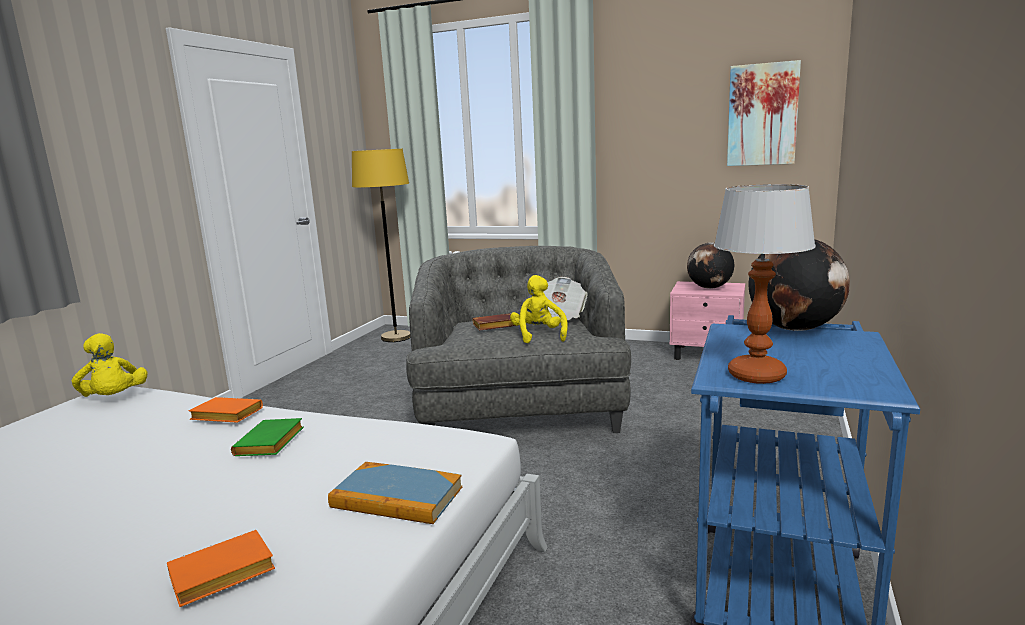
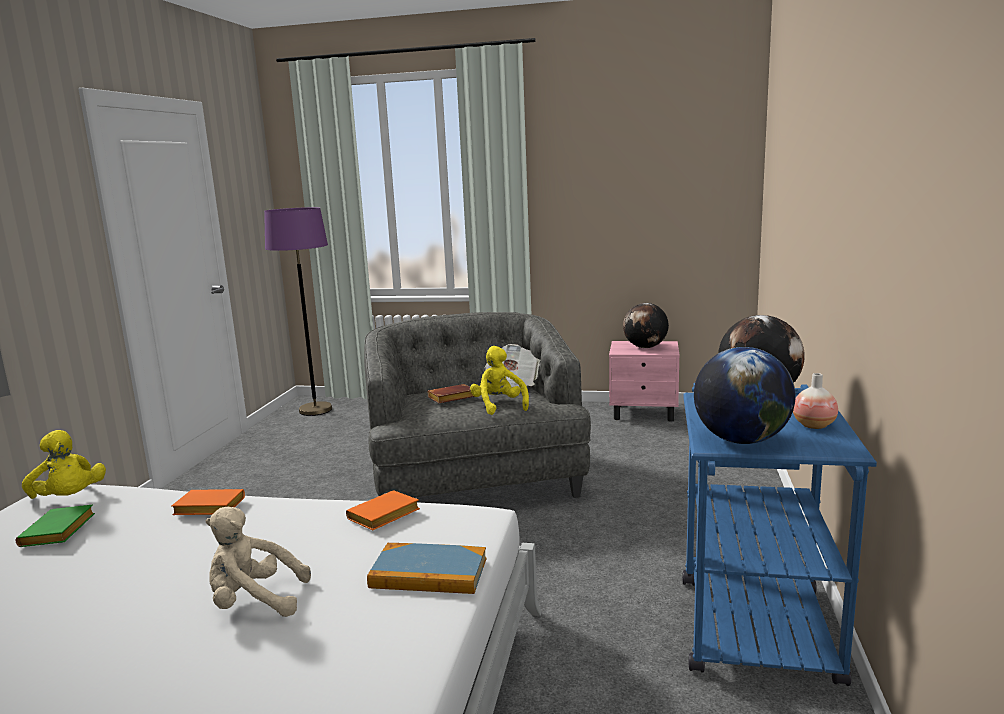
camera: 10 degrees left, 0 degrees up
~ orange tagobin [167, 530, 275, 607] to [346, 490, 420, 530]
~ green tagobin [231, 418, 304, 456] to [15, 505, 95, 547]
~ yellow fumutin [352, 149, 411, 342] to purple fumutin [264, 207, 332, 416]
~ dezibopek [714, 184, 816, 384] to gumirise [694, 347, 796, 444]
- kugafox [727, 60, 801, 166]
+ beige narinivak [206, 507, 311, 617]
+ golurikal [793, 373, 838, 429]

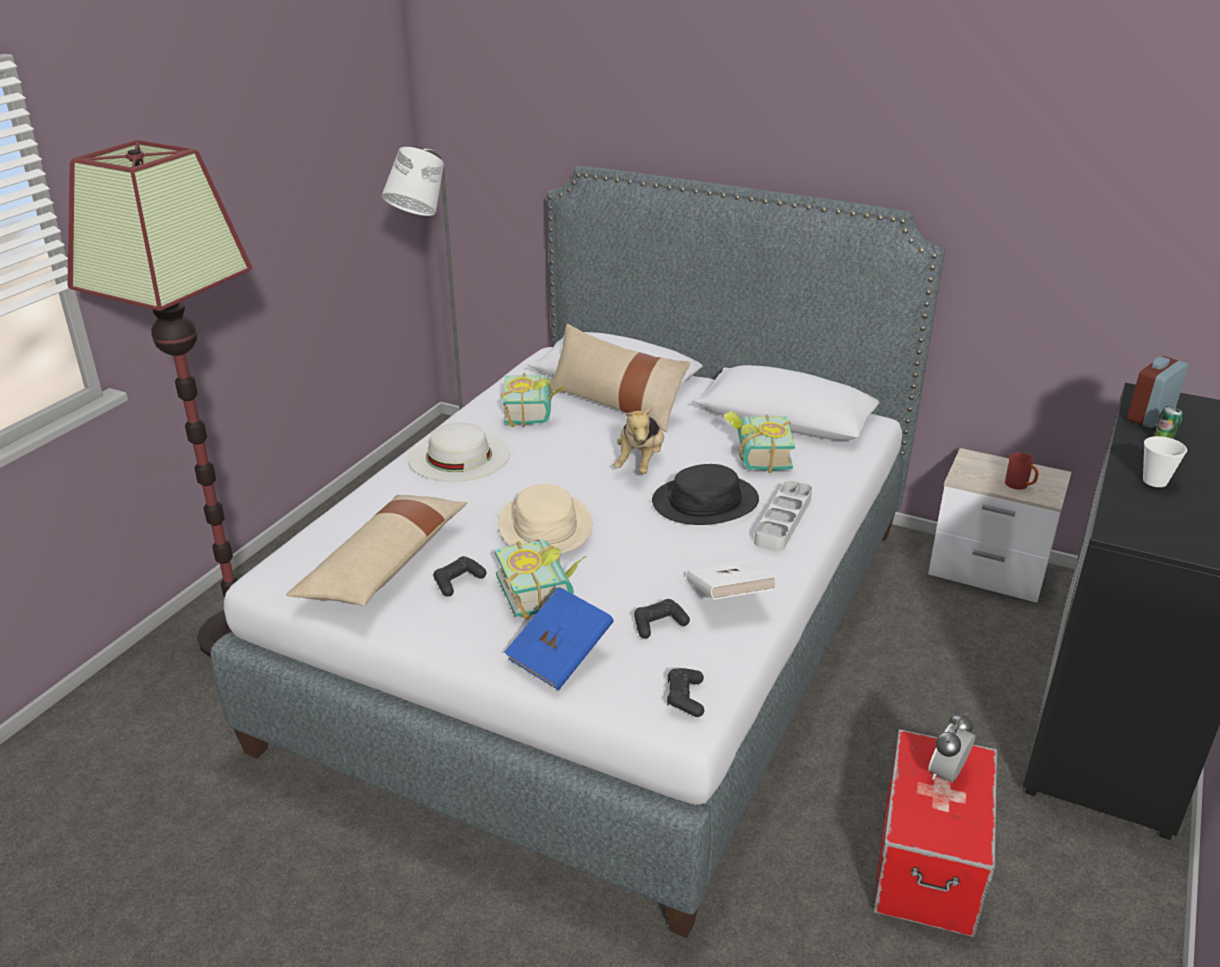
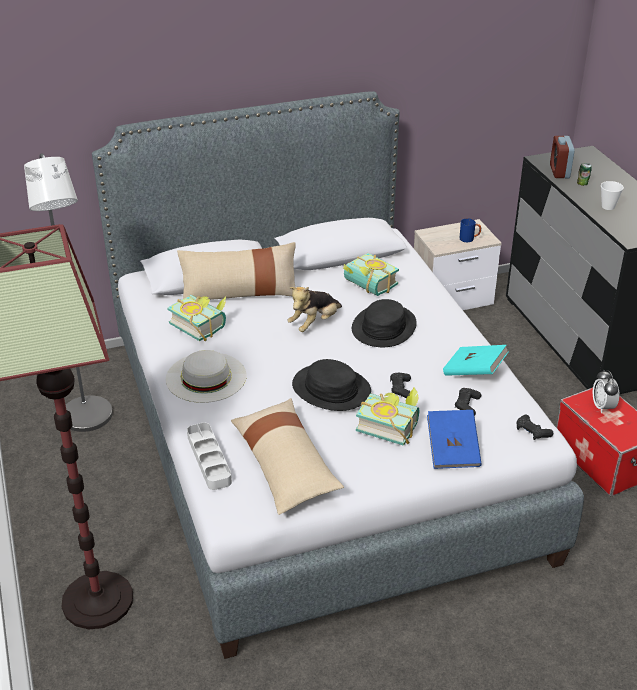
camera: 45 degrees left, 5 degrees up
~ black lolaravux [433, 556, 487, 597] to [390, 373, 411, 398]
~ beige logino [498, 484, 592, 554] to black logino [292, 359, 371, 411]
~ narinivak [614, 406, 664, 474] = [288, 287, 342, 332] 75 degrees clockwise
~ white tagobin [686, 561, 776, 600] to turquoise tagobin [443, 345, 509, 376]
~ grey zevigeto [754, 481, 812, 551] to [187, 423, 232, 490]
~ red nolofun [1005, 452, 1039, 490] to blue nolofun [460, 218, 481, 242]

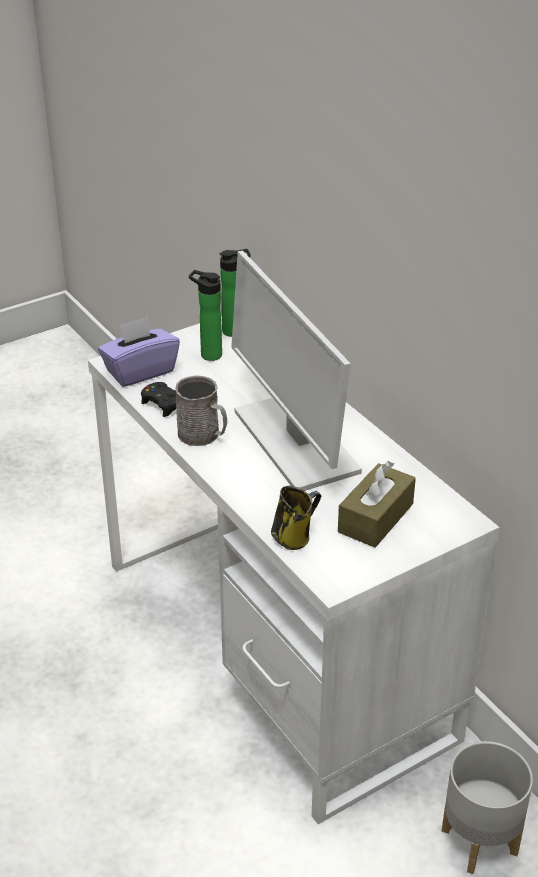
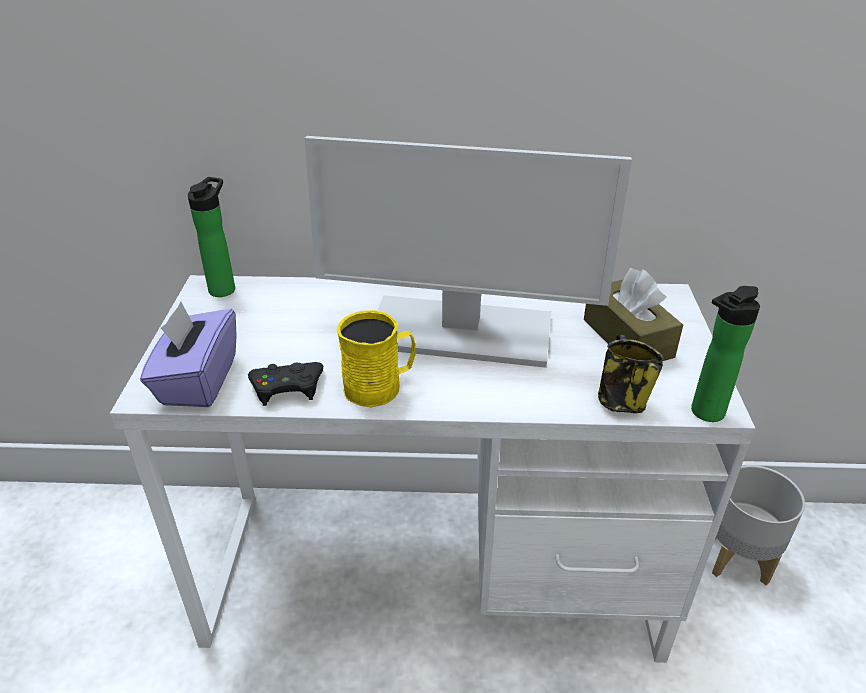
camera: 55 degrees left, 0 degrees up
~ grey nolofun [176, 375, 227, 446] to yellow nolofun [337, 310, 416, 408]
~ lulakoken [189, 270, 222, 361] to [691, 286, 760, 422]

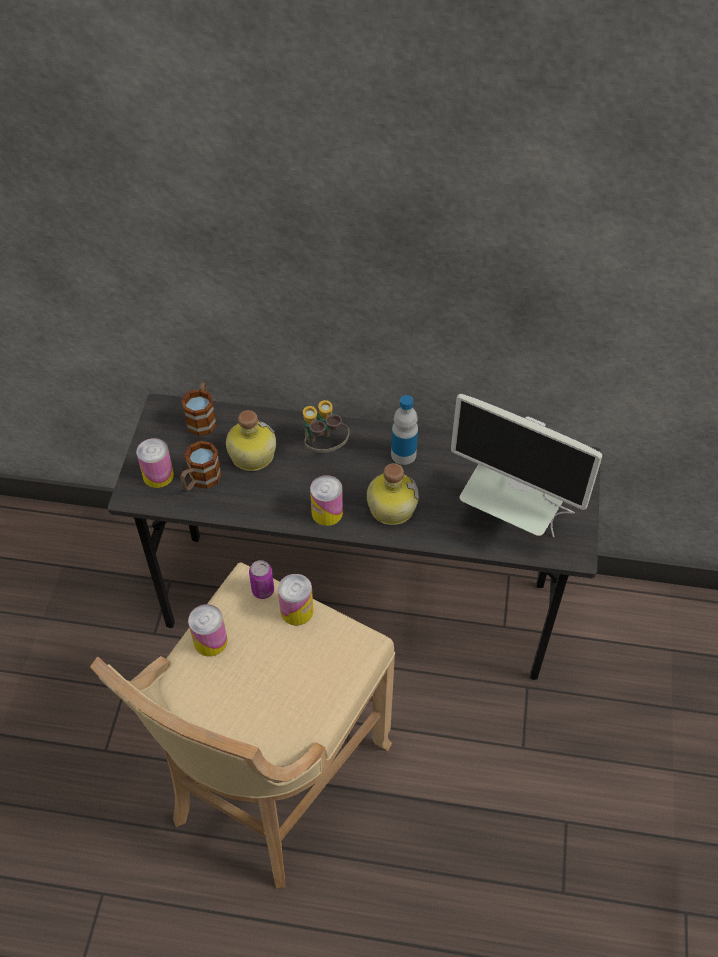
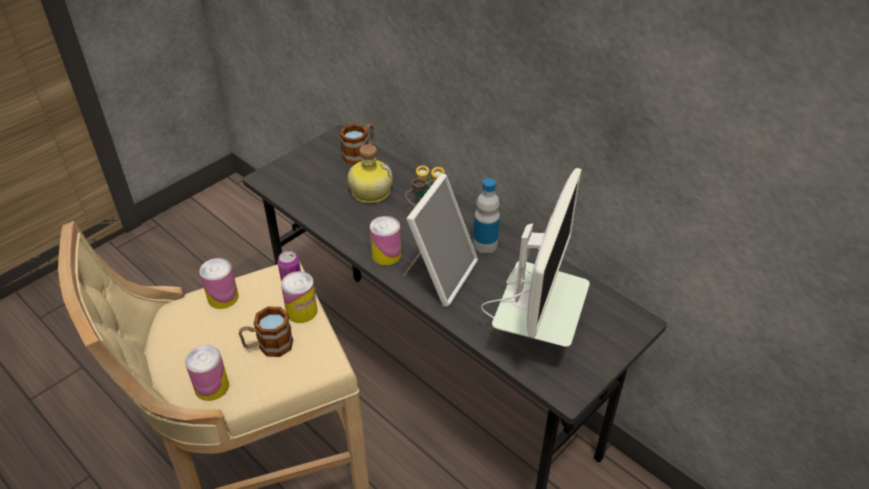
camera: 35 degrees right, 10 degrees down
~ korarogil [136, 438, 174, 488] to [185, 345, 229, 401]
~ nolofun [180, 441, 222, 491] to [239, 306, 293, 357]
~ lulakoken [367, 463, 419, 525] to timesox [403, 174, 478, 307]
~ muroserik [451, 394, 602, 537] = [481, 168, 590, 347] 135 degrees counterclockwise

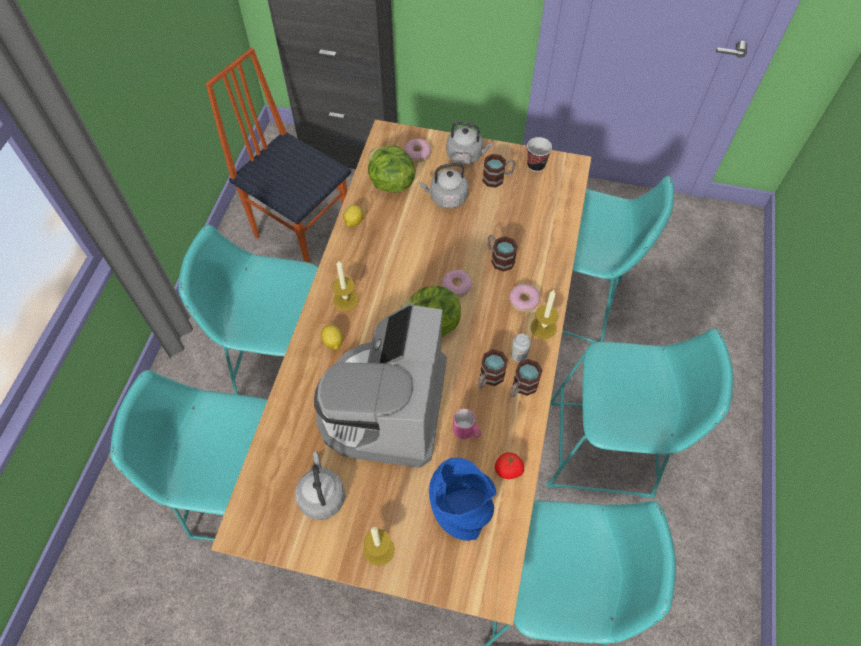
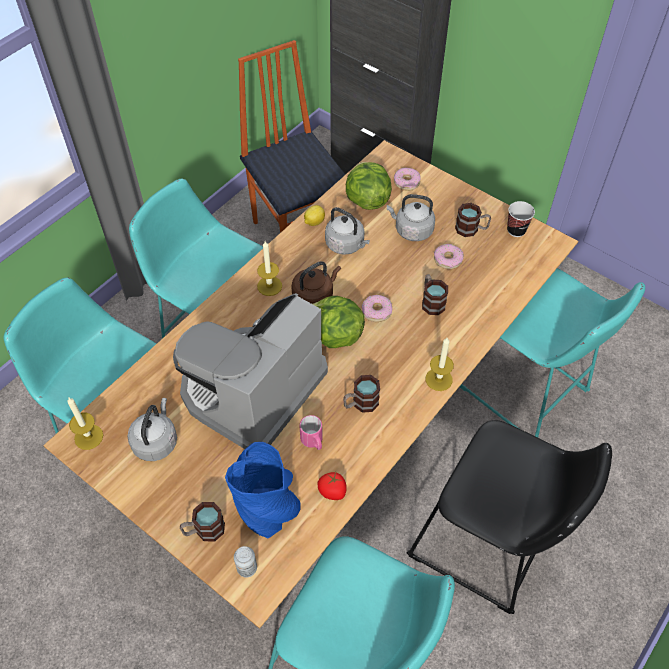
camera: 25 degrees right, 5 degrees down
- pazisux [321, 325, 343, 350]
~ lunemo [364, 527, 394, 566] to [67, 398, 103, 450]
~ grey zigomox [446, 122, 494, 165] to [325, 207, 370, 255]
~ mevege [510, 284, 540, 312] to [434, 244, 464, 269]
~ nolofun [510, 359, 543, 397] to [180, 502, 225, 541]
~ korarogil [511, 334, 531, 362] to [234, 546, 257, 578]
~ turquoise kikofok [546, 328, 733, 498] to black kikofok [407, 420, 612, 614]
+ brown zigomox [291, 261, 341, 304]

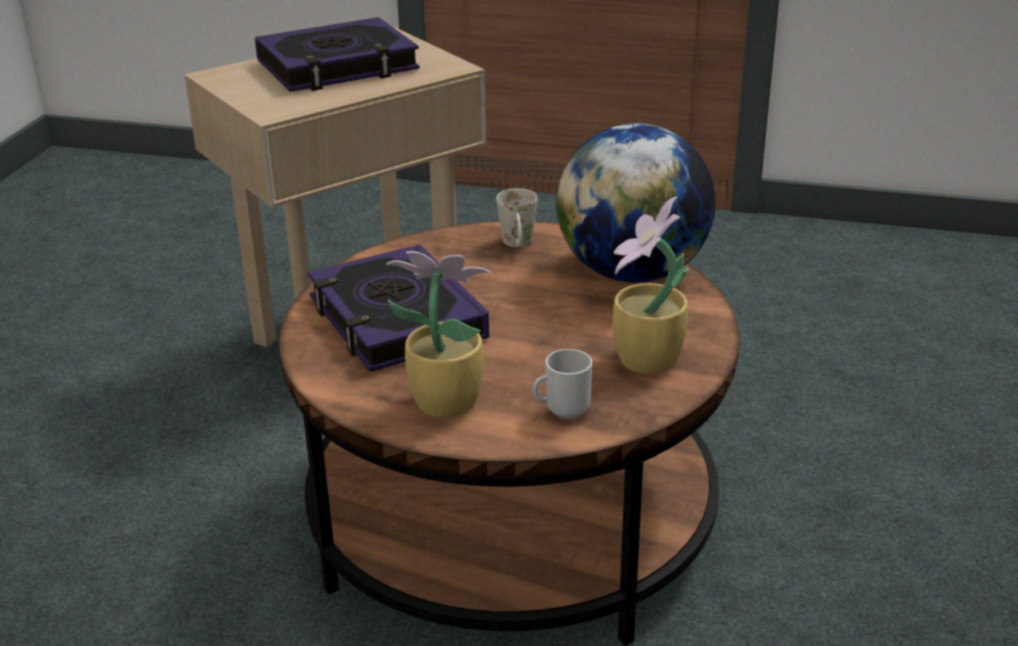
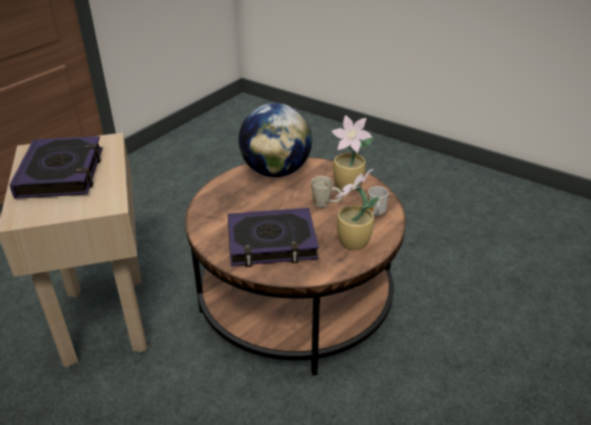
camera: 70 degrees left, 5 degrees up
~ white nolofun [496, 188, 537, 247] to [311, 176, 343, 207]

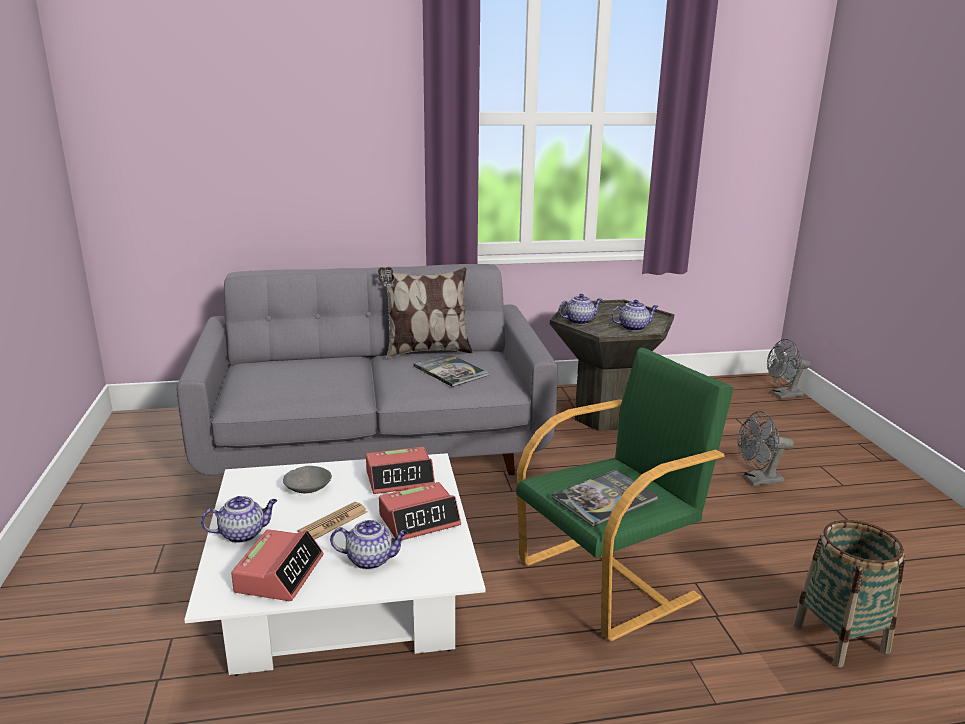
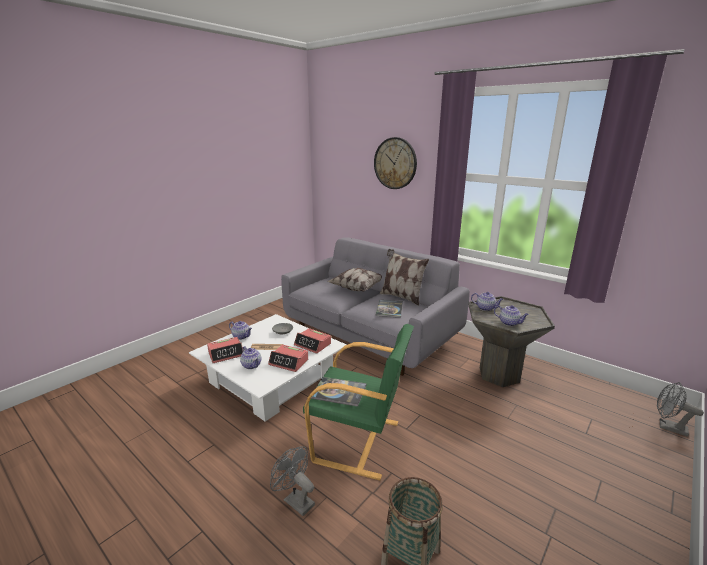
camera: 50 degrees right, 0 degrees up
~ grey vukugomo [738, 411, 794, 486] to [270, 446, 315, 516]
+ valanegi [327, 268, 382, 291]
+ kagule [374, 137, 417, 189]

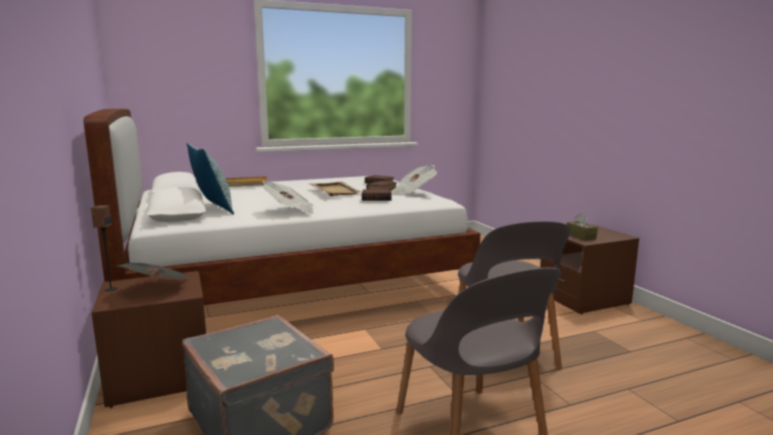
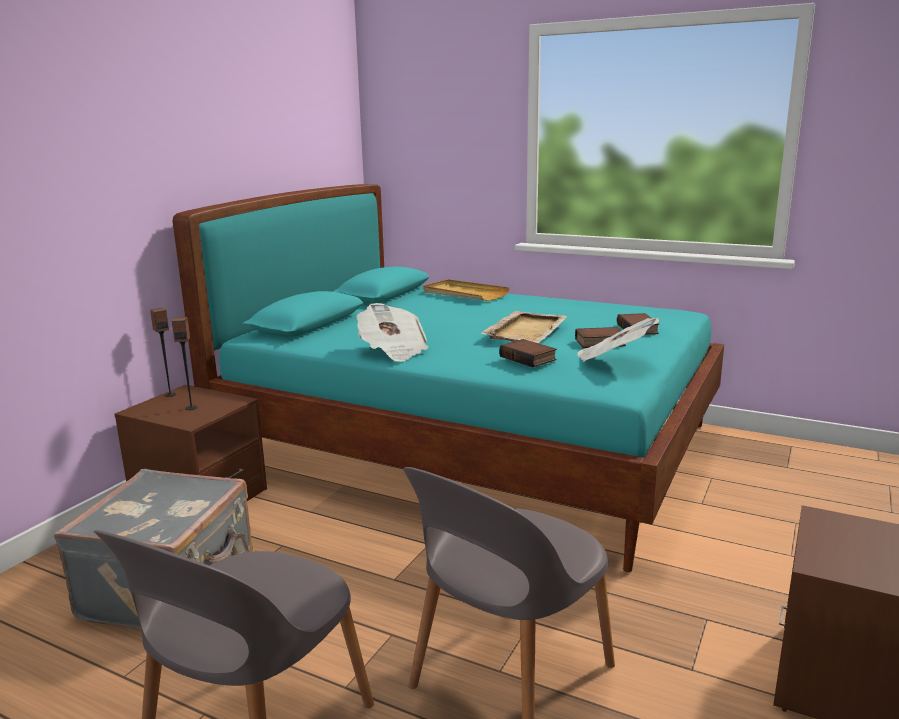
camera: 50 degrees right, 5 degrees up
~ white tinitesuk [84, 109, 480, 305] to turquoise tinitesuk [173, 184, 724, 572]
~ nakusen [117, 263, 189, 279] to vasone [172, 317, 198, 410]
- valanegi [187, 143, 234, 215]
- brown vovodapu [567, 213, 598, 241]

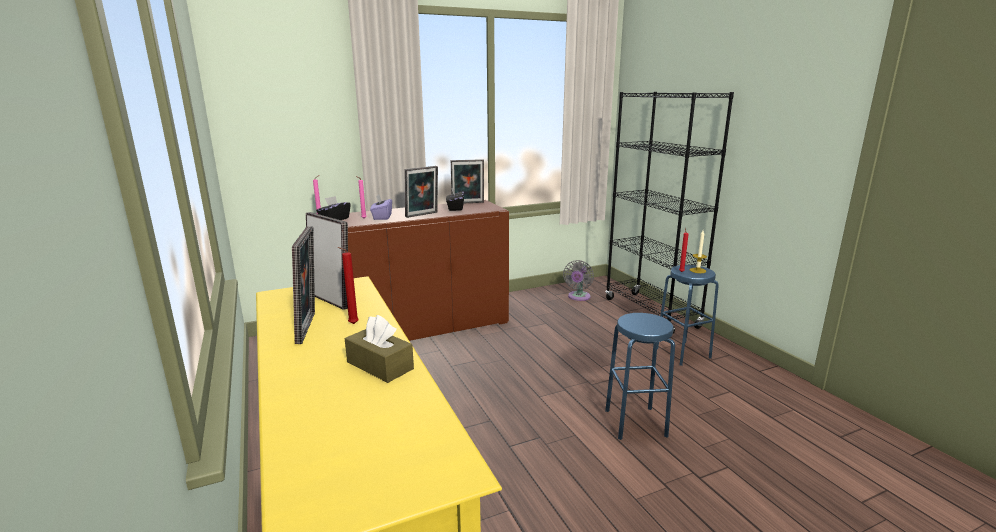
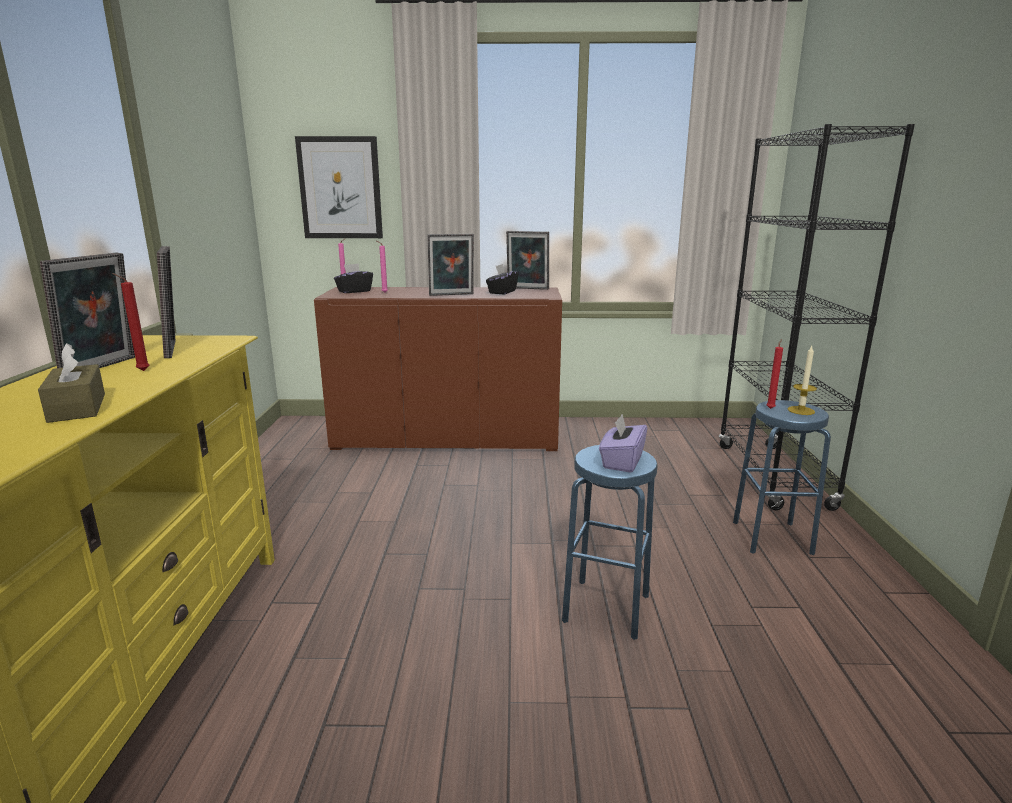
camera: 25 degrees right, 0 degrees up
~ purple vovodapu [370, 195, 392, 220] to [599, 414, 647, 473]
- grey vukugomo [563, 260, 594, 301]
+ kugafox [295, 136, 383, 238]

